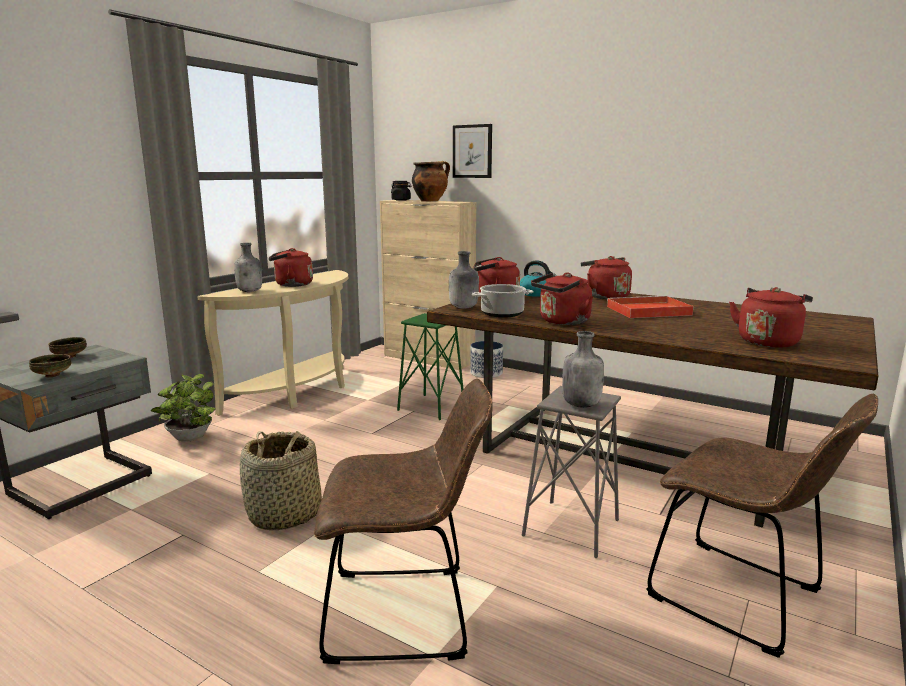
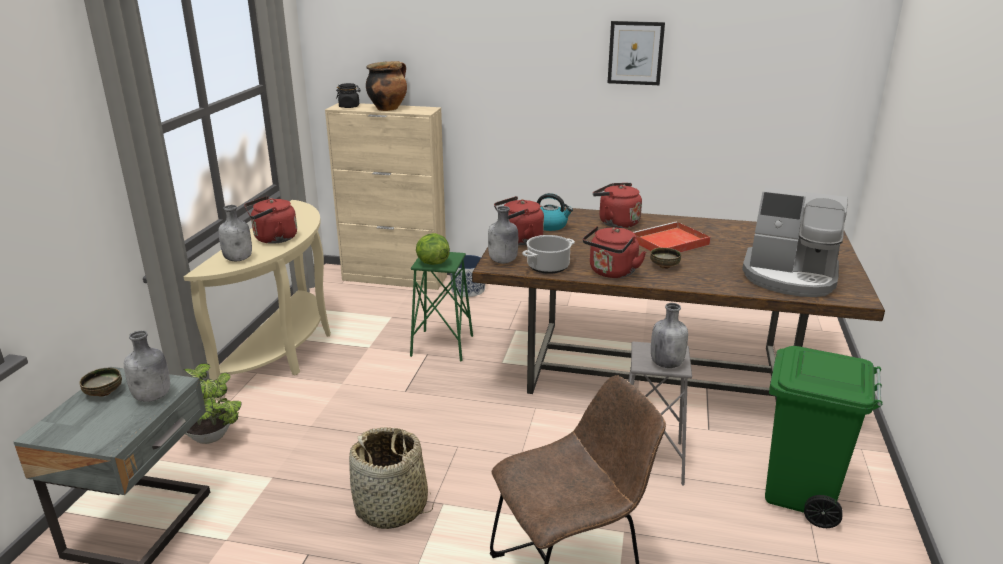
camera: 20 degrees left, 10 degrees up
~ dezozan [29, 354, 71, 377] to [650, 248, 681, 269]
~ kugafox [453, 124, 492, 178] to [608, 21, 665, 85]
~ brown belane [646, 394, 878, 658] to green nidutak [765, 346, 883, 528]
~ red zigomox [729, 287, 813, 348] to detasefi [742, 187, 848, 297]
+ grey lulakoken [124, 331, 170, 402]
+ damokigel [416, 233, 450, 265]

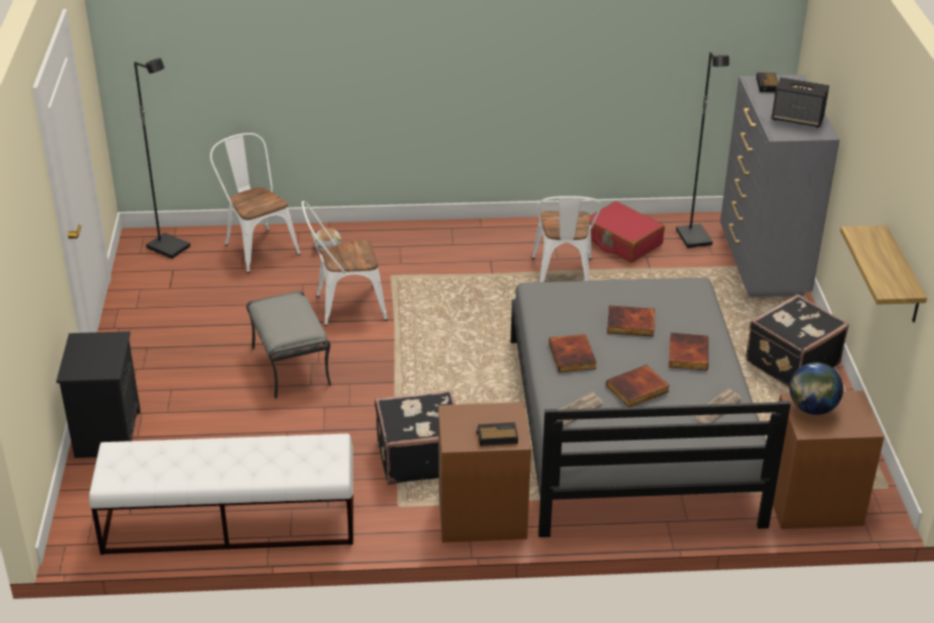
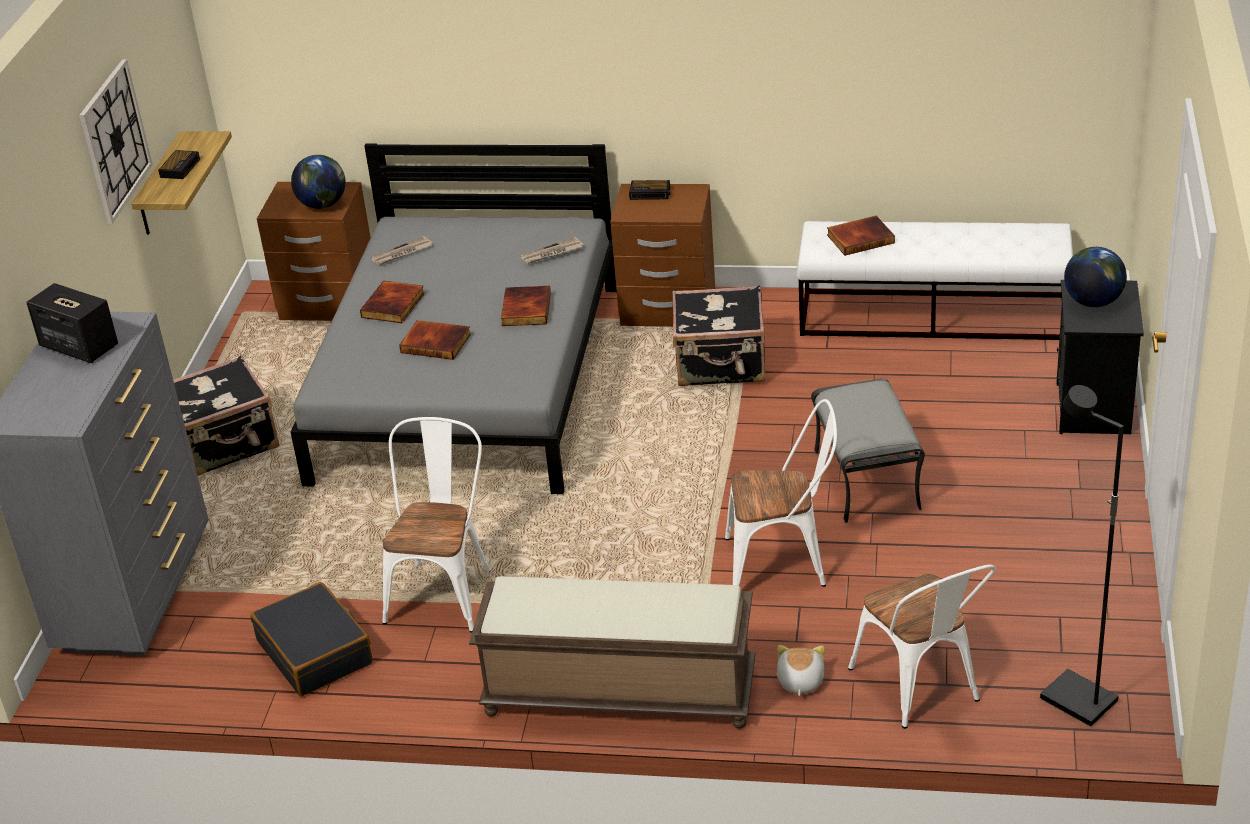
camera: 165 degrees left, 0 degrees up
~ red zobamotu [590, 201, 665, 263] to black zobamotu [251, 582, 373, 696]
~ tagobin [606, 365, 670, 407] to [827, 216, 895, 256]
- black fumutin [676, 52, 729, 248]
~ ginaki [756, 72, 778, 92] to [158, 150, 200, 179]
+ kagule [79, 59, 153, 224]
+ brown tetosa [469, 576, 756, 729]
+ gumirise [1064, 247, 1127, 307]

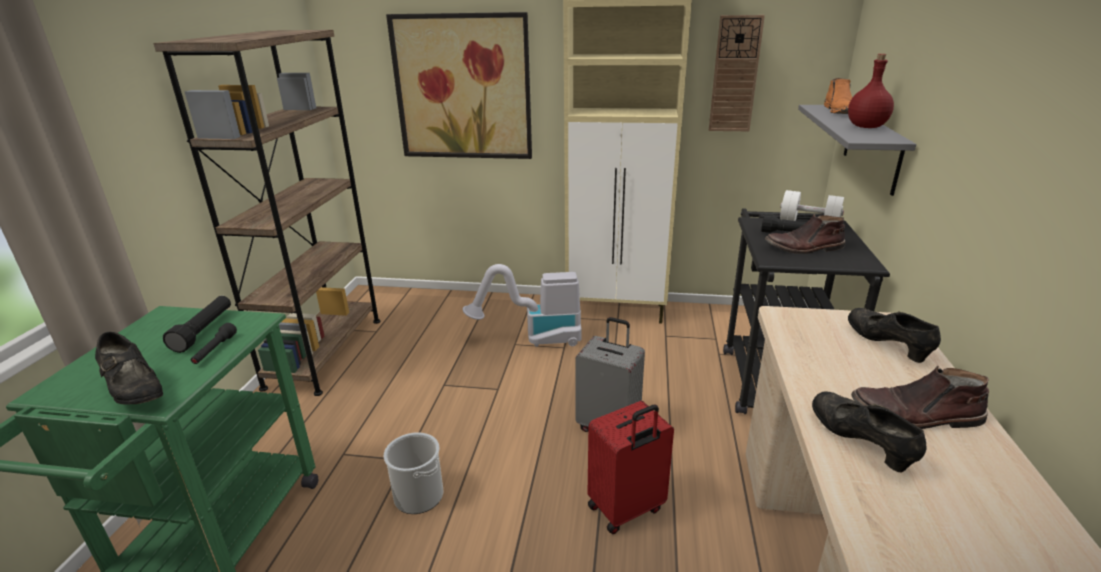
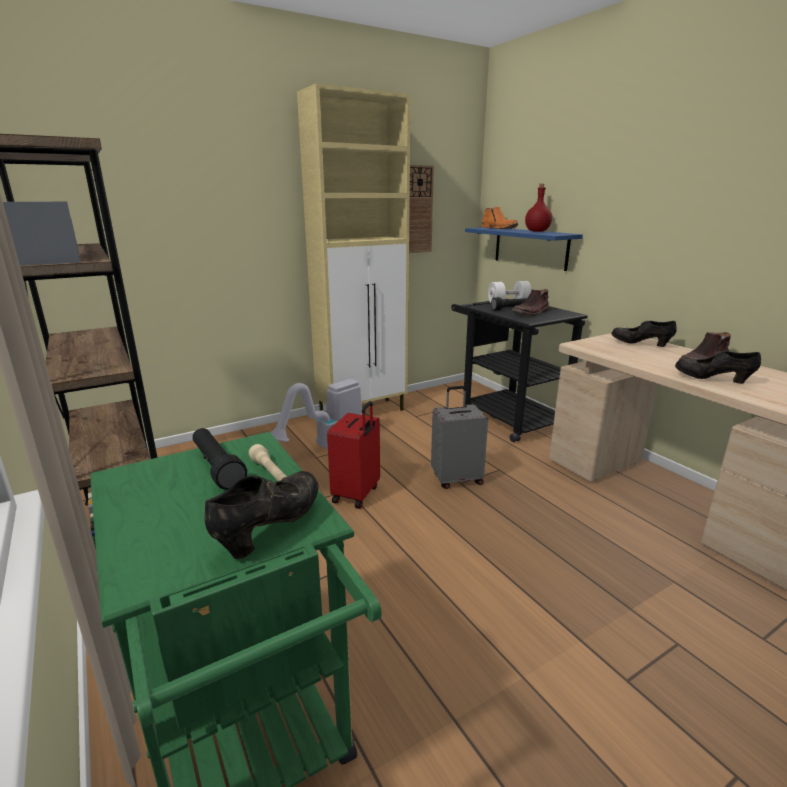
camera: 40 degrees left, 5 degrees down
~ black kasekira [95, 332, 163, 405] = [205, 471, 319, 560] 60 degrees counterclockwise
~ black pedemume [191, 323, 237, 364] to beige pedemume [249, 444, 287, 481]
- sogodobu [384, 432, 443, 514]
- kugafox [386, 12, 532, 159]
~ red zobamotu [588, 401, 674, 534] to [327, 401, 380, 509]
~ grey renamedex [798, 105, 916, 196] to blue renamedex [465, 227, 583, 271]

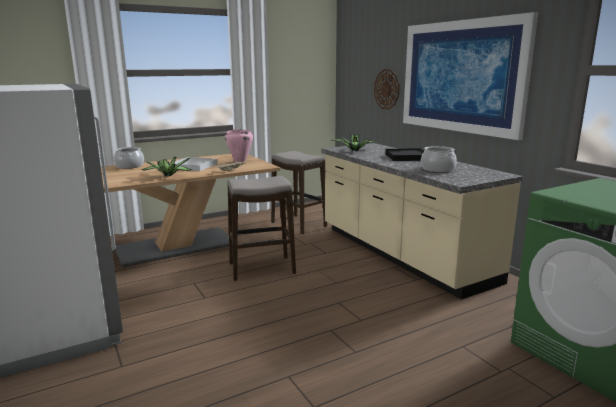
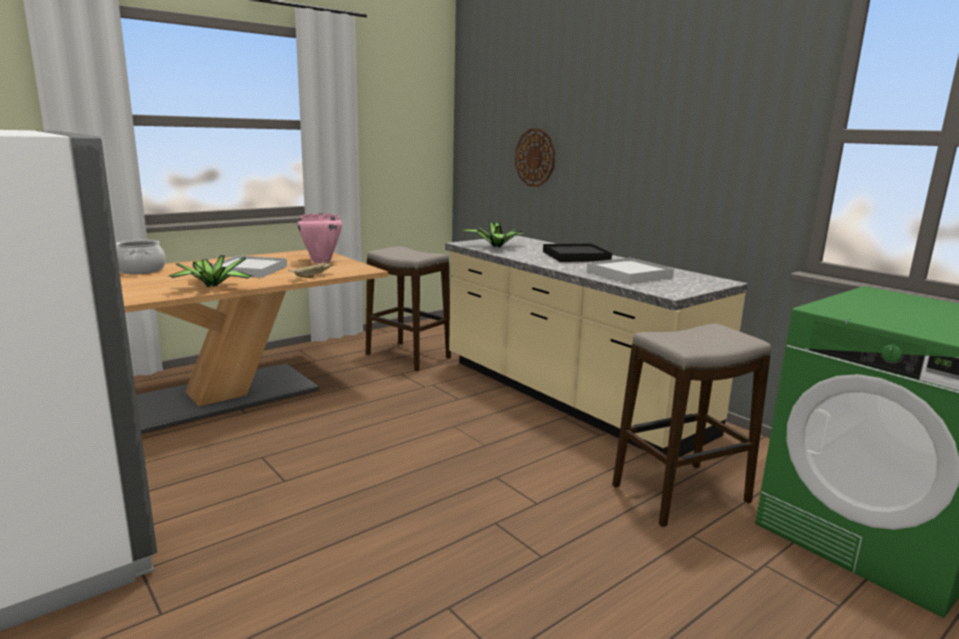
camera: 10 degrees left, 0 degrees up
~ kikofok [227, 176, 296, 281] to [612, 323, 771, 527]
- kugafox [403, 12, 538, 140]
~ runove [421, 146, 457, 172] to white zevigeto [587, 258, 674, 284]

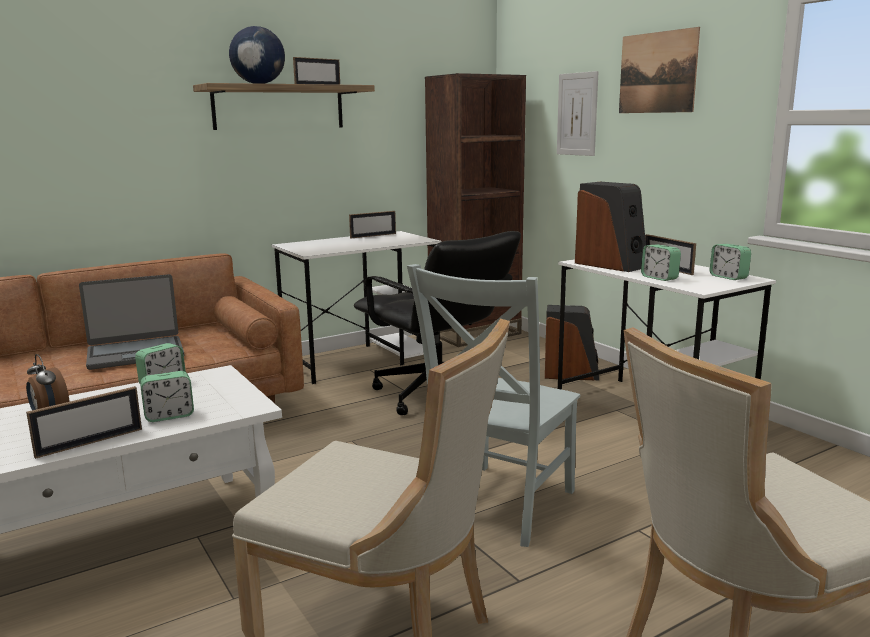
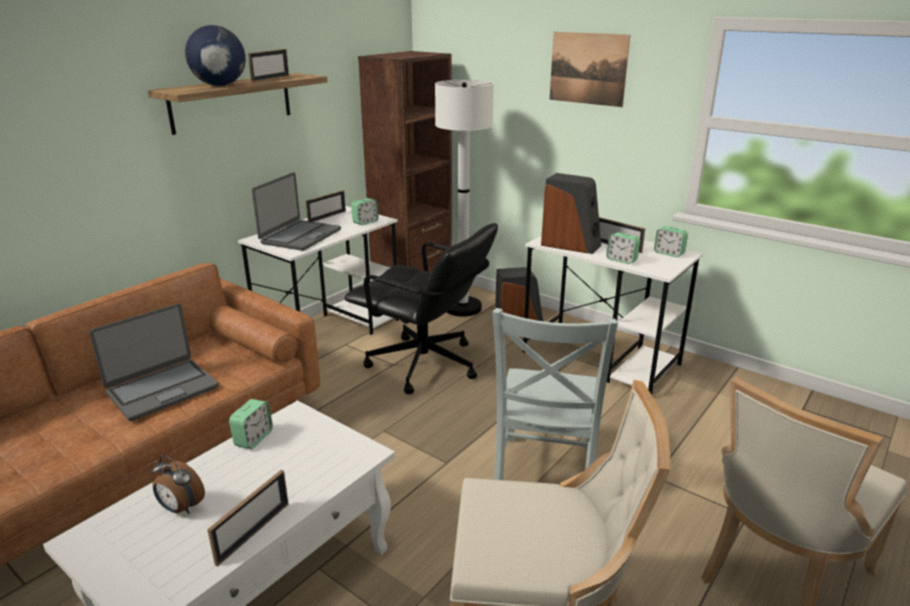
camera: 20 degrees left, 10 degrees up
~ ginaki [140, 371, 194, 422] to [351, 198, 379, 225]
- kugafox [557, 71, 599, 156]
+ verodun [252, 172, 341, 251]
+ white fumutin [435, 80, 494, 317]

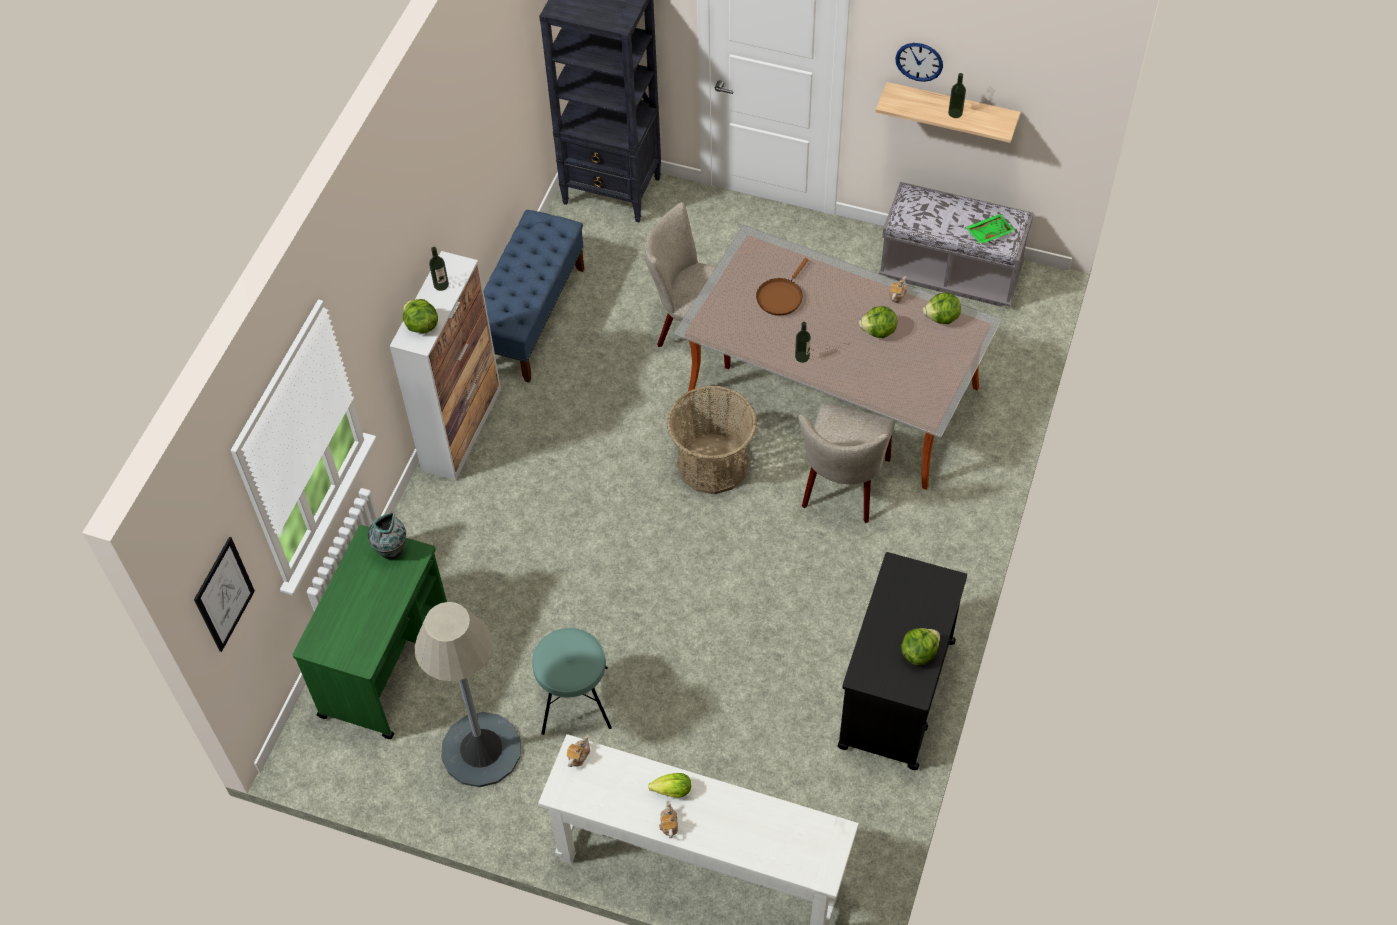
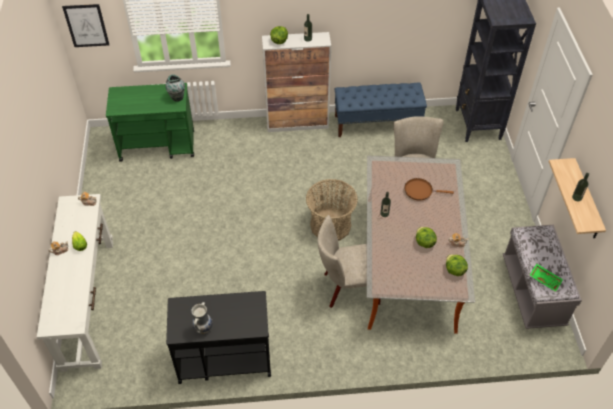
camera: 65 degrees right, 5 degrees down
- grey fumutin [414, 602, 521, 787]
- turquoise kikofok [532, 628, 612, 735]
- kagule [895, 43, 943, 82]
~ damokigel [901, 628, 940, 665] to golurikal [191, 302, 213, 334]

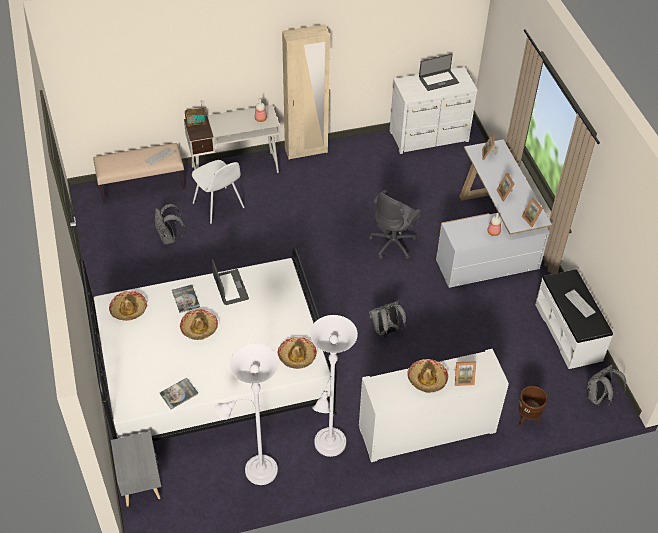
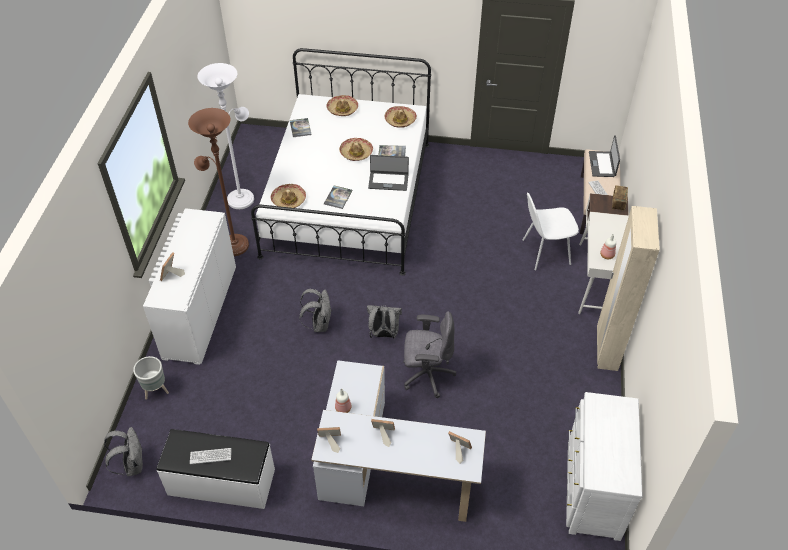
camera: 115 degrees right, 0 degrees up
- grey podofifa [111, 431, 161, 507]
~ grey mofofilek [155, 204, 185, 245] to [367, 305, 402, 339]
~ white fumutin [310, 315, 358, 457] to brown fumutin [188, 108, 249, 256]
~ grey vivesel [369, 190, 422, 259] = [403, 311, 456, 398] 120 degrees clockwise
~ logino [407, 359, 448, 393] to [326, 95, 358, 116]
~ verodun [419, 54, 459, 91] to [589, 135, 620, 177]
~ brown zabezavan [518, 386, 548, 427] to grey zabezavan [133, 356, 169, 400]
+ tagobin [324, 186, 352, 209]

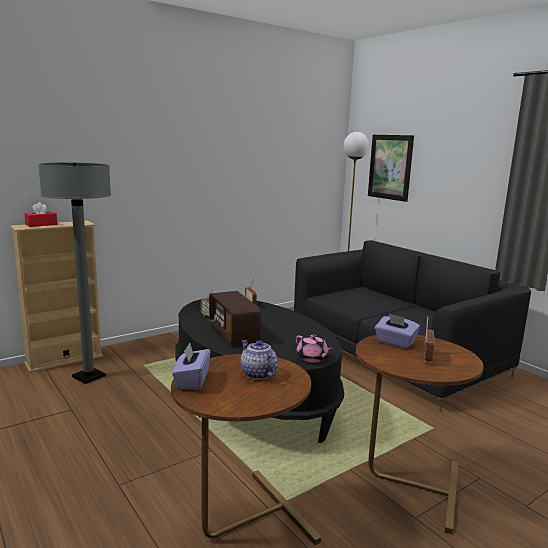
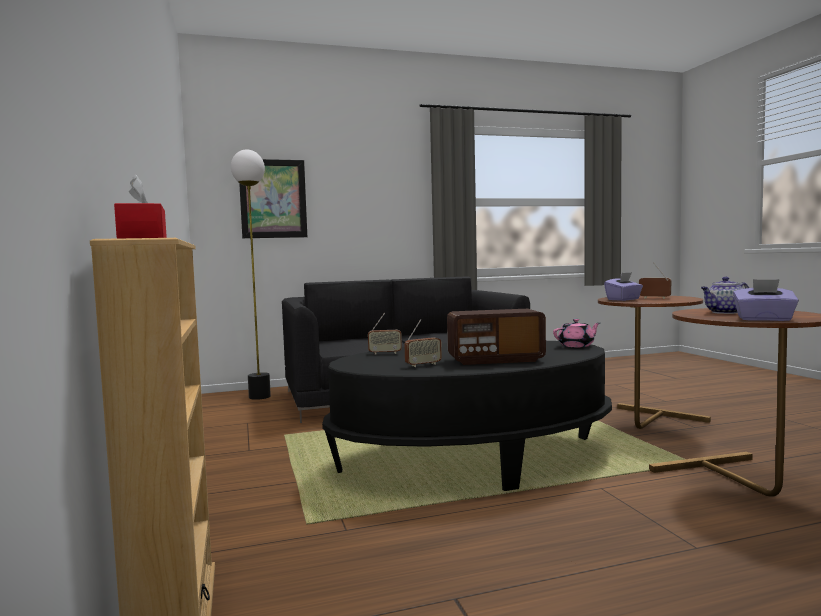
camera: 70 degrees left, 10 degrees down
- grey fumutin [38, 162, 111, 384]

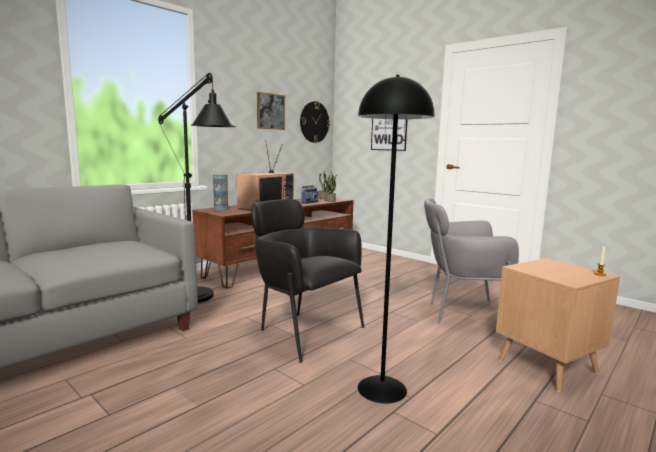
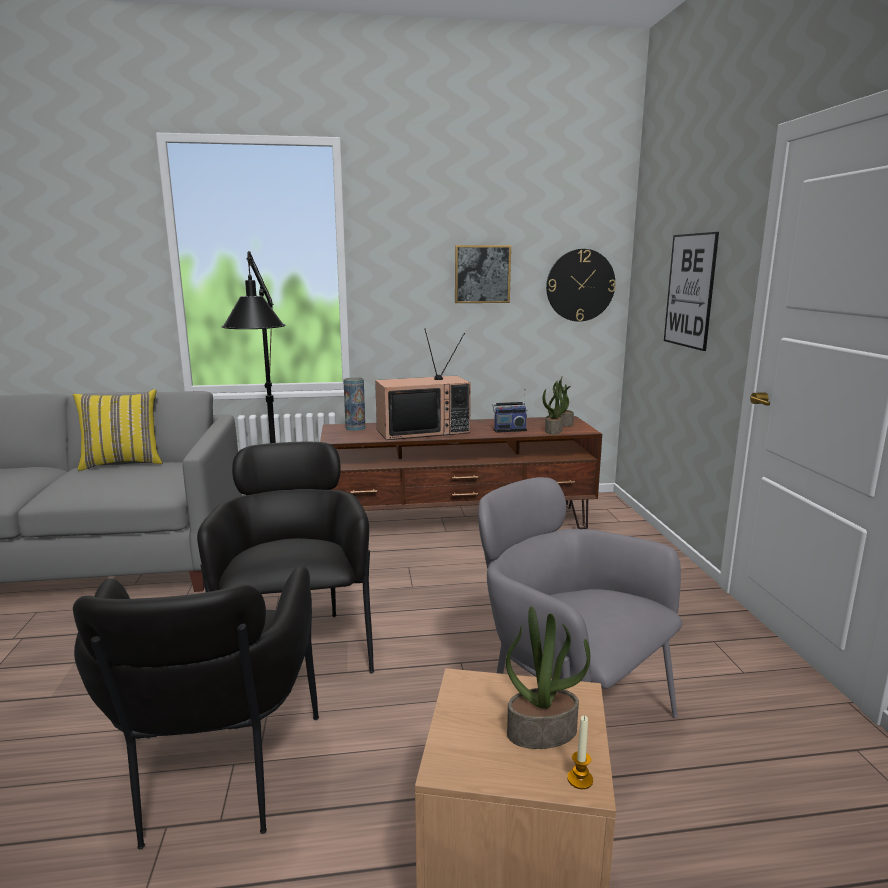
camera: 40 degrees right, 5 degrees up
~ black fumutin [358, 75, 434, 404] to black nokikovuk [73, 566, 319, 849]
+ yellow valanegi [73, 389, 162, 471]
+ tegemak [506, 606, 590, 749]

